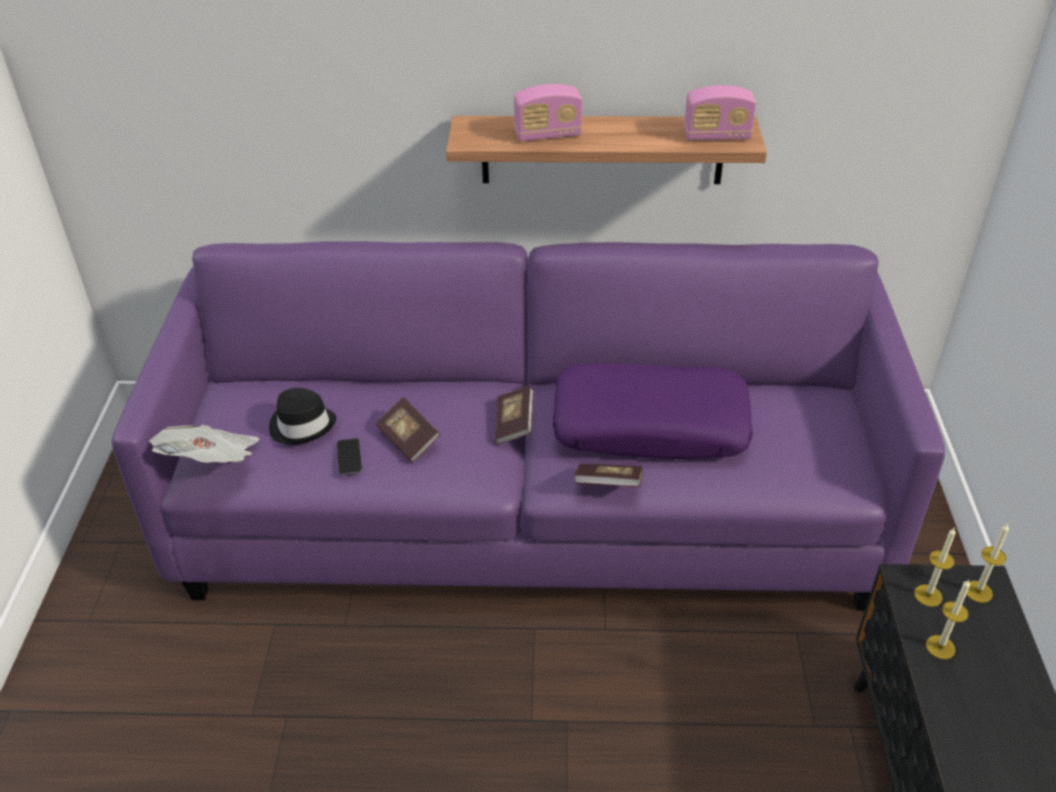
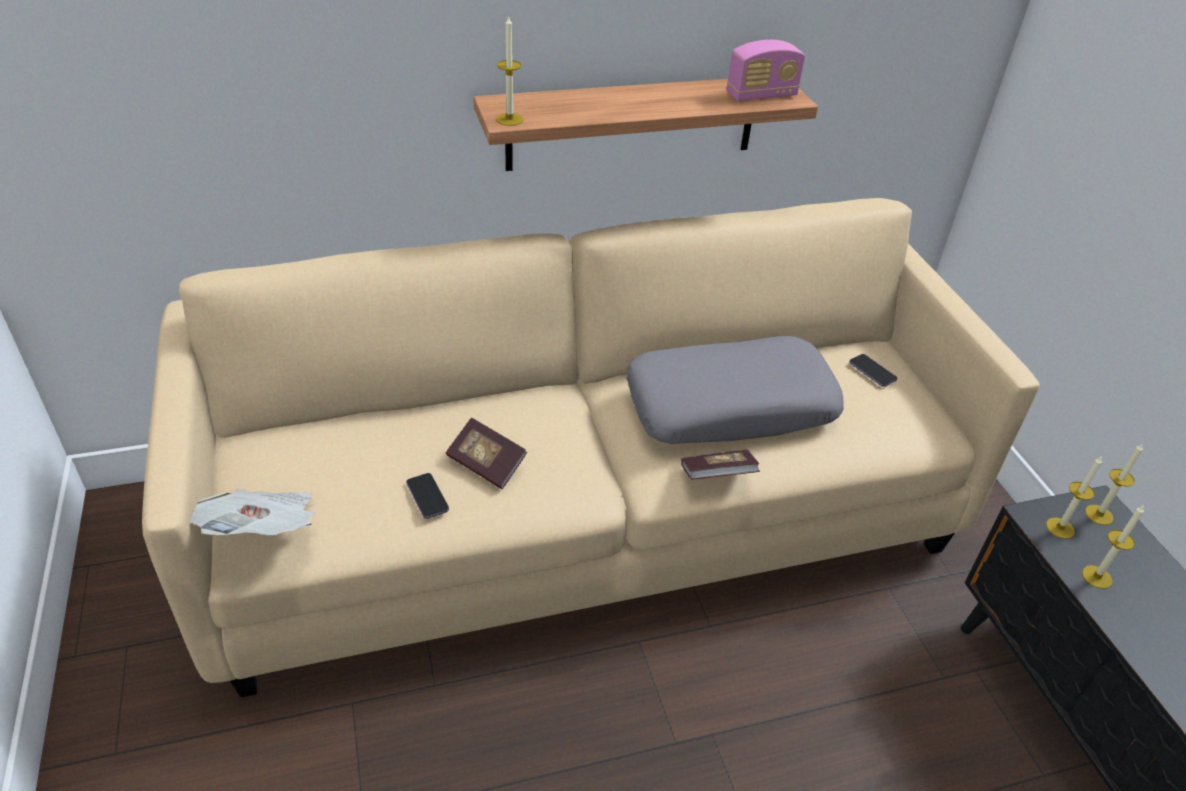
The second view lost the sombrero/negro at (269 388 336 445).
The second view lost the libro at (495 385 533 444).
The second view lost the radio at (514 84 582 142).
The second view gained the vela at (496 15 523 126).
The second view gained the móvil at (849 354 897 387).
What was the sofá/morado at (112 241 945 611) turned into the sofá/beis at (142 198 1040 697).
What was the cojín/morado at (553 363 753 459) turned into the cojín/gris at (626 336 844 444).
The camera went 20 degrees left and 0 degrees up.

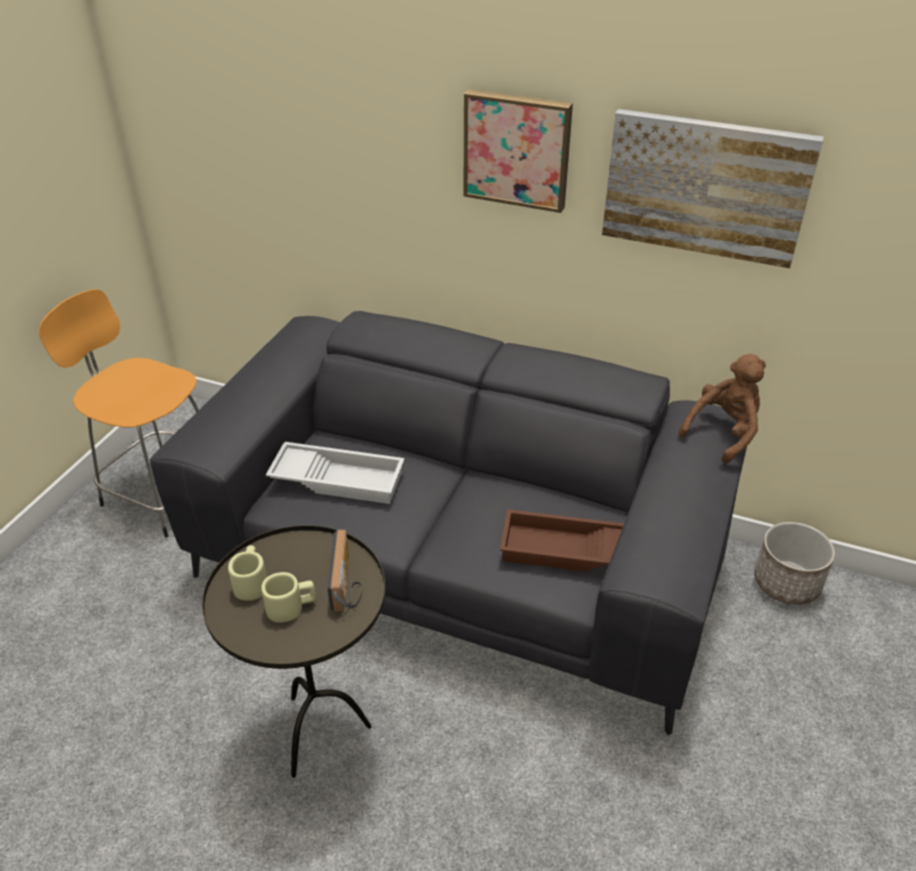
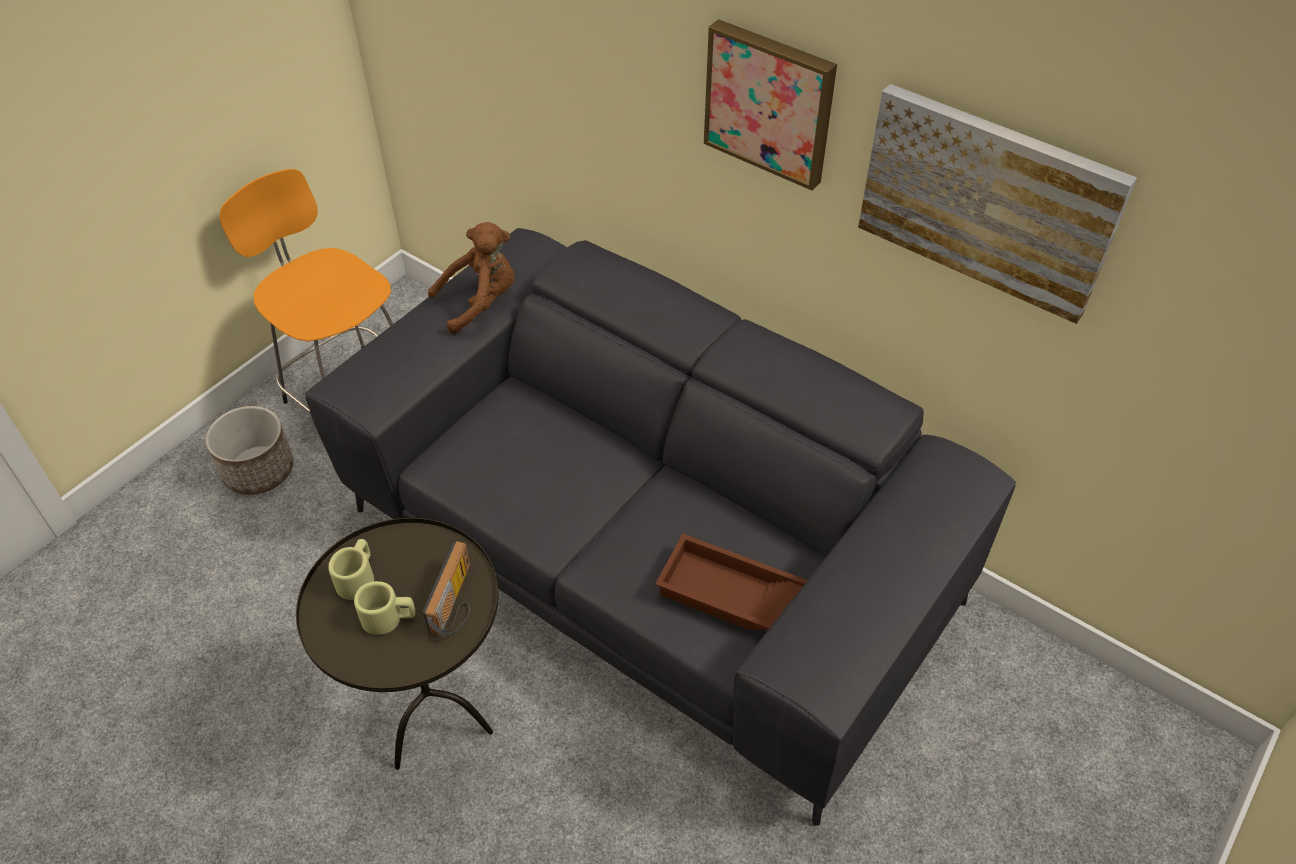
The second view lost the bandeja/blanco at (266 442 405 504).
The peluche/marrón ended up elsewhere, having gone from (679 354 766 463) to (428 222 514 334).
The maceta ended up elsewhere, having gone from (754 522 835 605) to (206 406 293 495).
The camera went 15 degrees right and 10 degrees up.

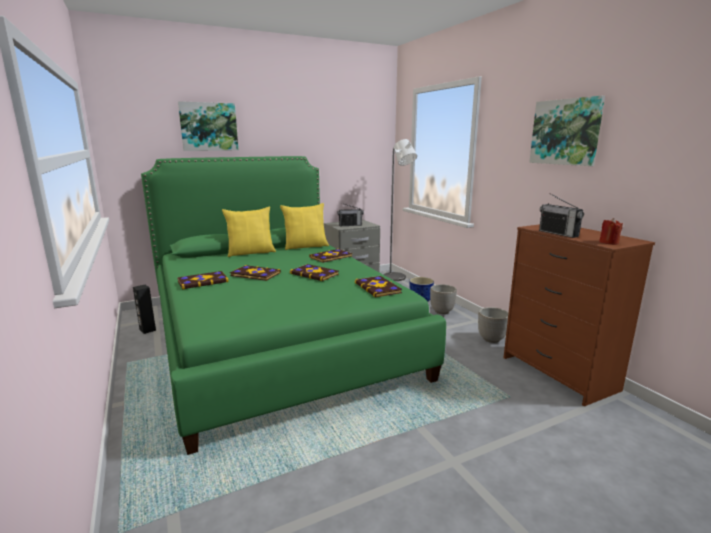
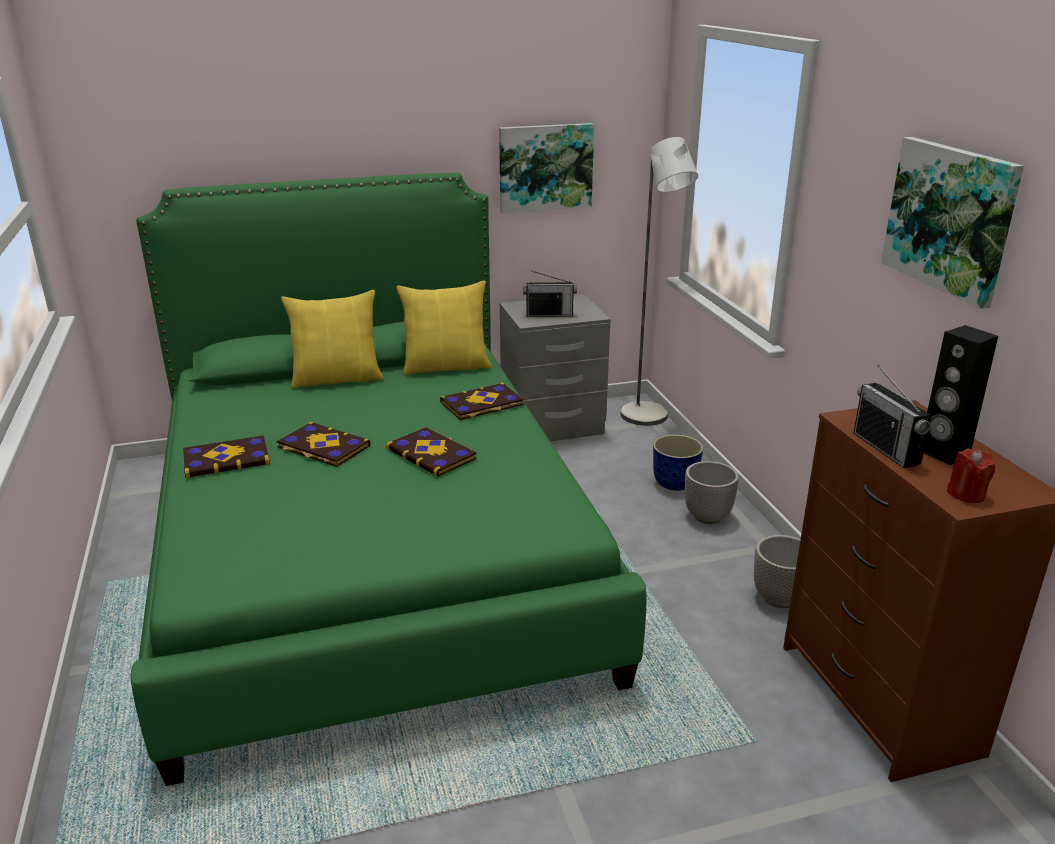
The second view lost the libro at (355 276 402 298).
The altavoz/negro ended up elsewhere, having gone from (133 285 156 334) to (924 325 998 465).
The cuadro ended up elsewhere, having gone from (178 101 238 151) to (499 123 594 213).
The camera went 10 degrees right and 10 degrees up.

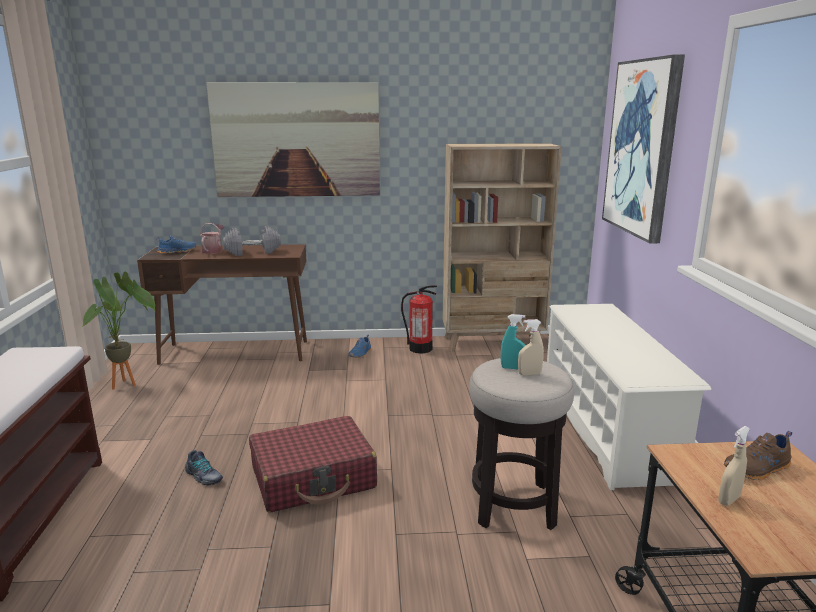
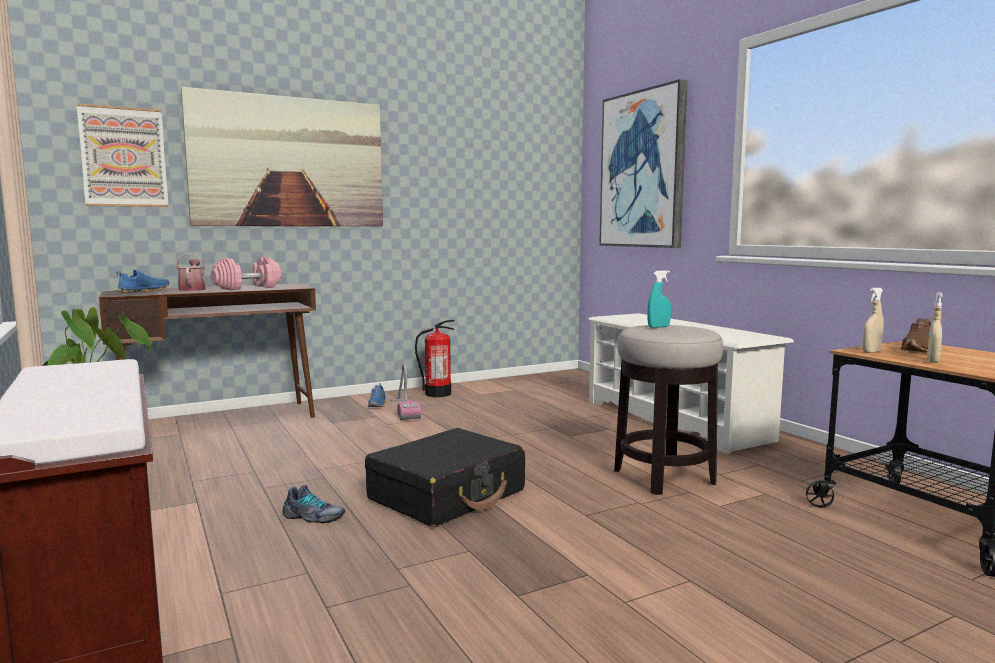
The second view lost the estantería/beis at (443 143 562 352).
The second view gained the cuadro at (76 103 169 207).
The second view gained the aspiradora at (390 363 421 420).
The pulverizador/beis ended up elsewhere, having gone from (518 319 544 375) to (862 287 884 353).
What was the mancuerna/gris at (223 226 281 256) turned into the mancuerna/rosa at (211 257 282 290).
What was the maleta/rojo at (249 416 377 513) turned into the maleta/negro at (365 428 525 527).
The camera went 25 degrees left and 10 degrees down.

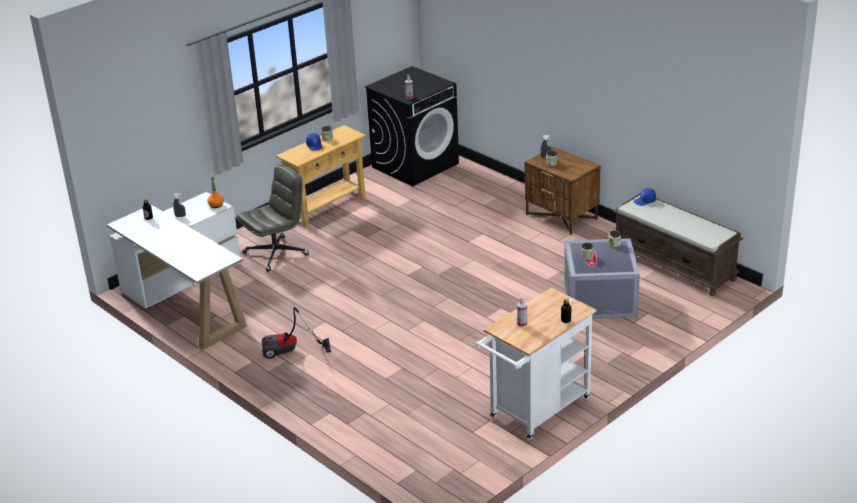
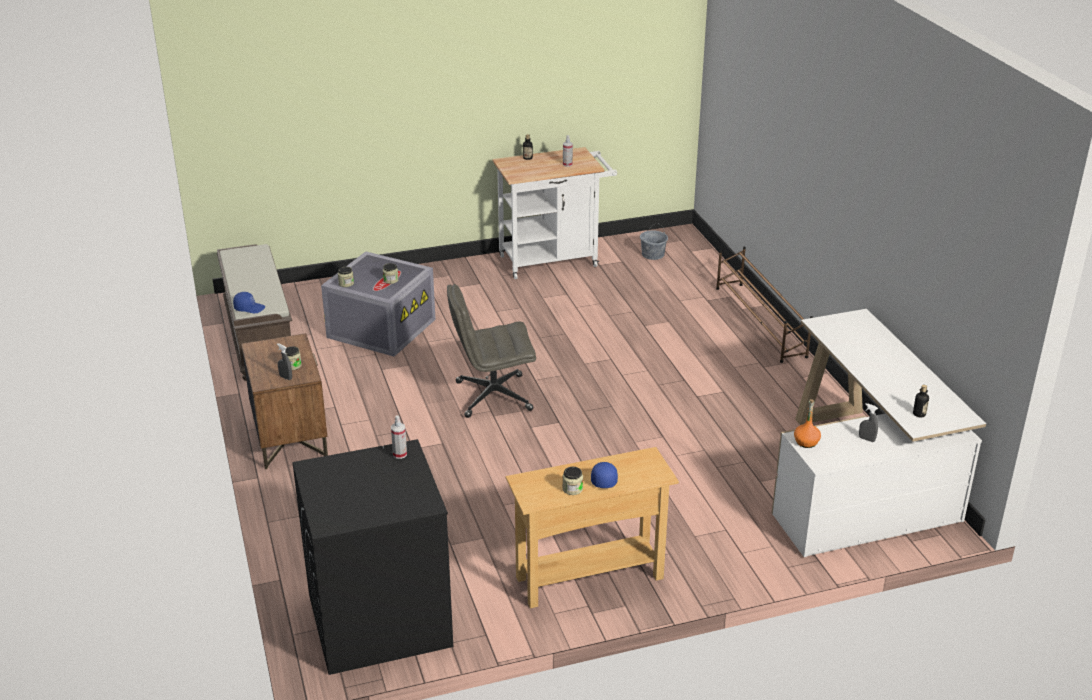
The second view lost the aspiradora at (262 307 331 359).
The second view gained the cubo/gris at (640 223 668 260).
The second view gained the zapatero/marrón at (716 247 813 363).
The silla de oficina/gris ended up elsewhere, having gone from (237 164 309 272) to (447 284 536 418).
The camera went 155 degrees left and 0 degrees up.

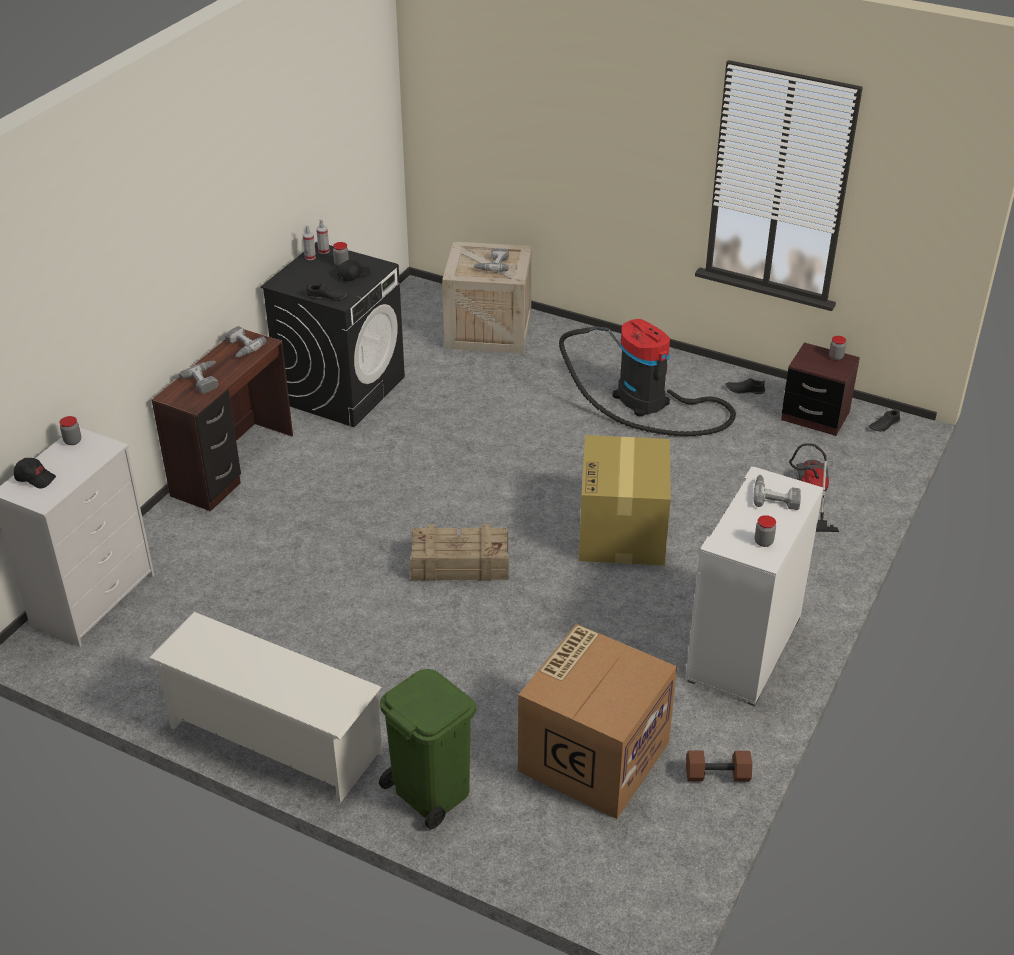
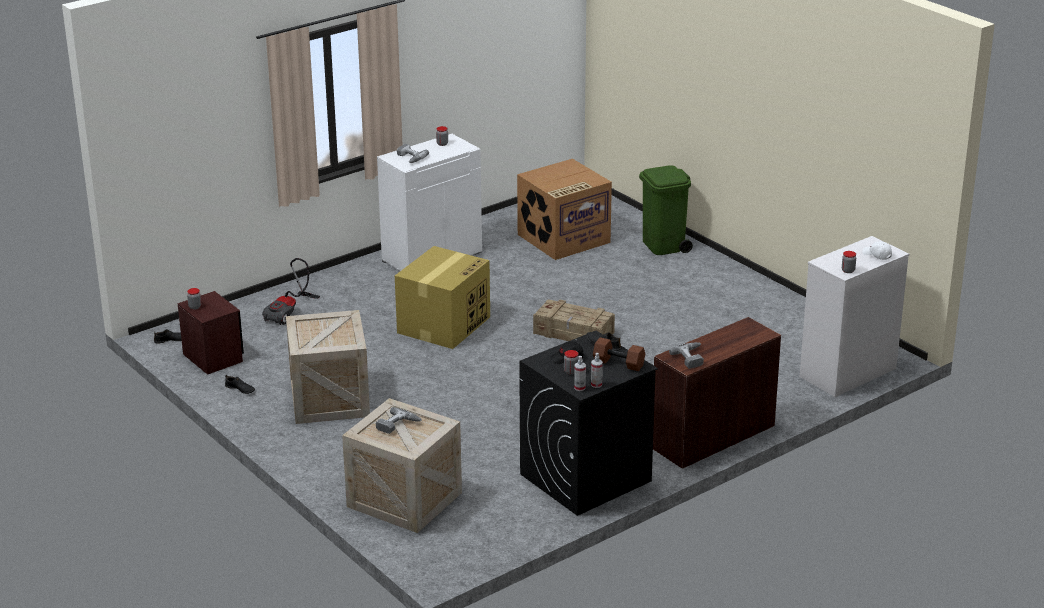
The second view lost the zapatero/blanco at (148 612 382 803).
The second view lost the taladro at (179 361 218 394).
The mancuerna/marrón ended up elsewhere, having gone from (686 750 752 782) to (593 337 645 371).
Where the aspiradora stood at (559 319 736 437), the caja de embalaje came to stand at (286 310 370 424).
What was the gorra/negro at (14 458 56 489) turned into the gorra/blanco at (862 241 892 260).
The camera went 155 degrees left and 10 degrees down.

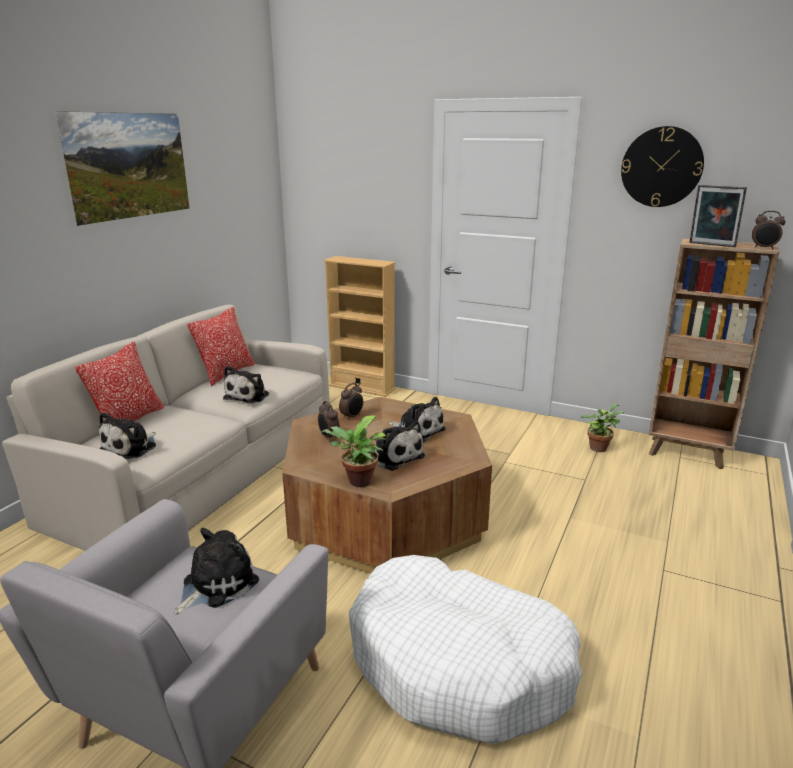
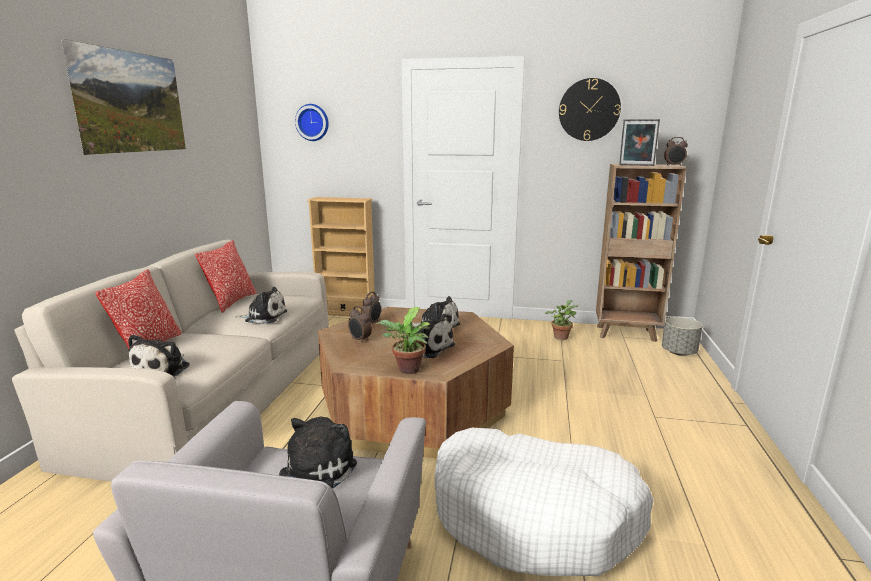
The second view gained the reloj de pared at (295 104 329 141).
The second view gained the maceta/gris at (662 317 702 356).
The peluche at (223 366 269 404) ended up facing another way, 90 degrees counterclockwise from before.
The camera went 15 degrees left and 5 degrees down.

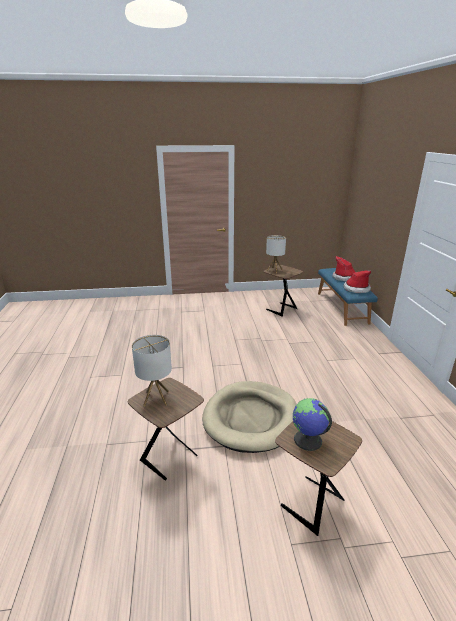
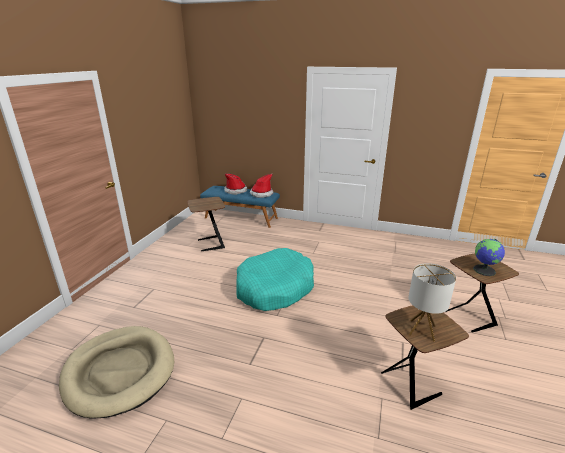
The second view lost the lámpara de mesa at (266 235 286 273).
The second view gained the cama para perro/turquesa at (237 248 314 311).
The cama para perro/beis ended up elsewhere, having gone from (202 381 297 453) to (59 326 174 419).
The camera went 65 degrees left and 0 degrees up.

